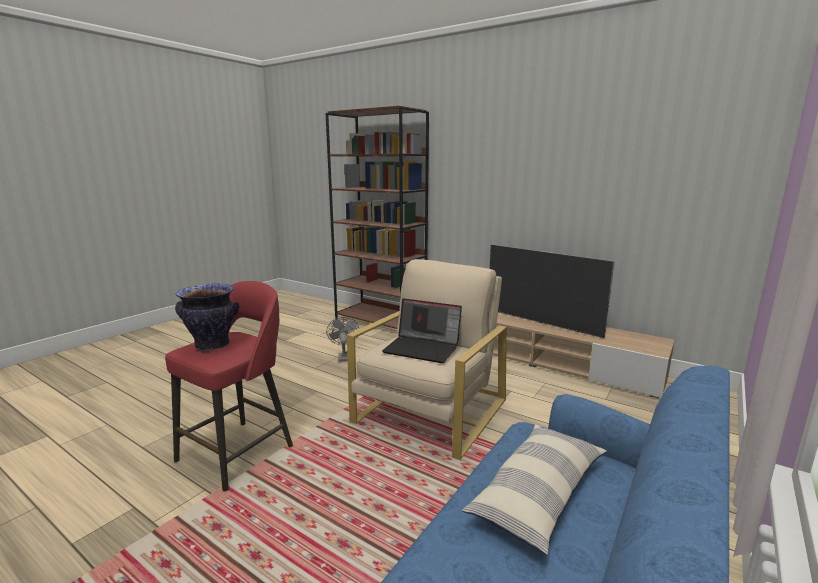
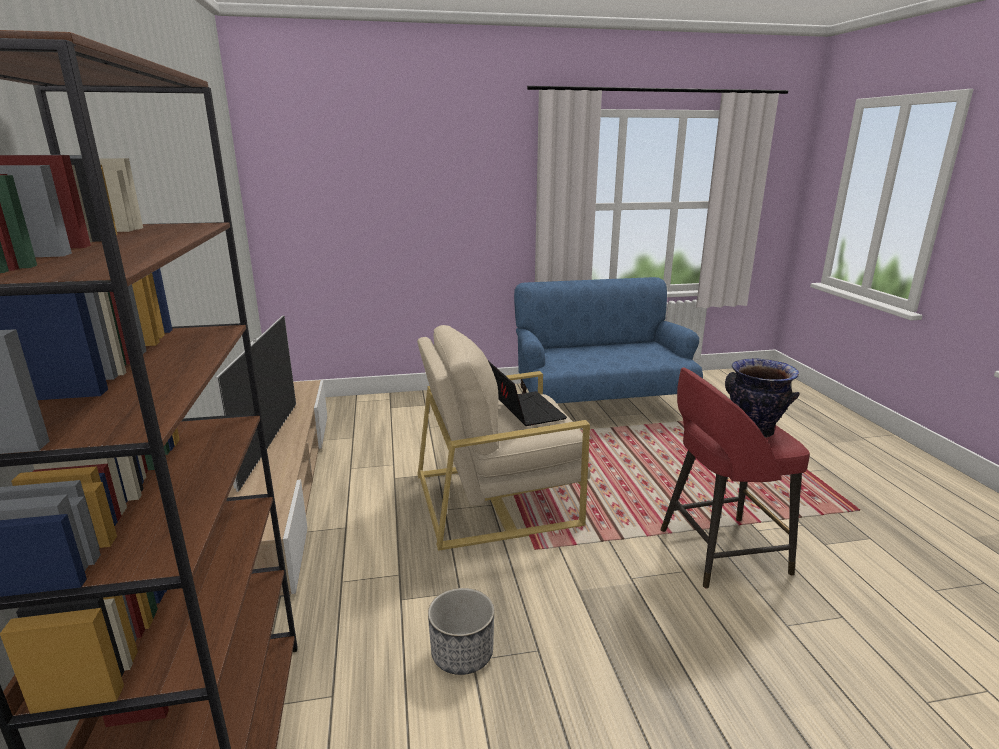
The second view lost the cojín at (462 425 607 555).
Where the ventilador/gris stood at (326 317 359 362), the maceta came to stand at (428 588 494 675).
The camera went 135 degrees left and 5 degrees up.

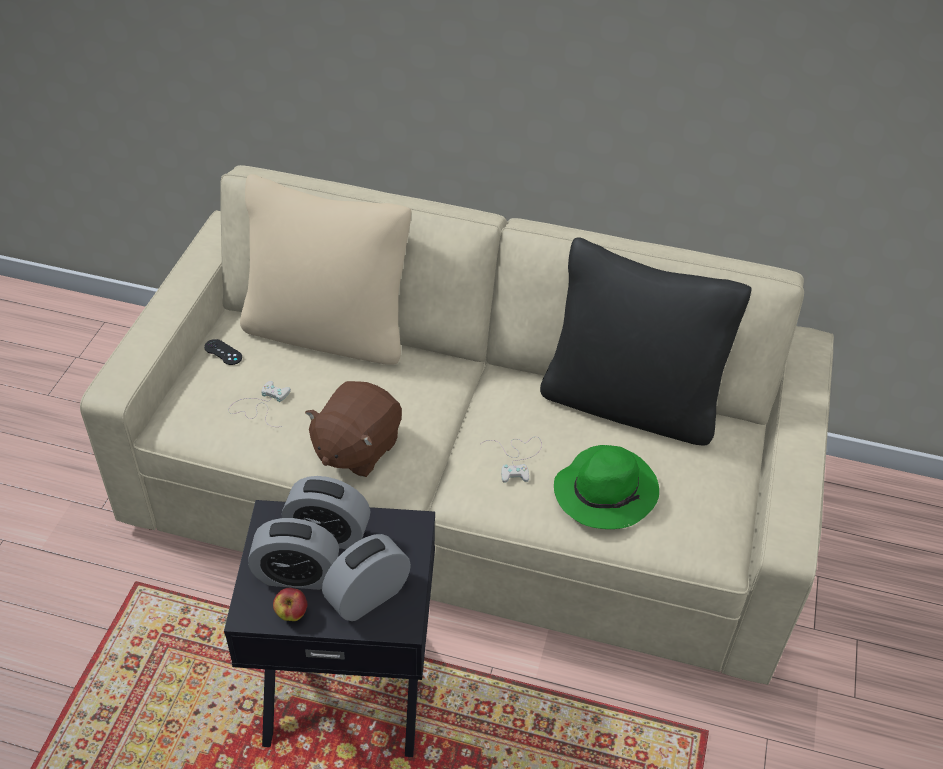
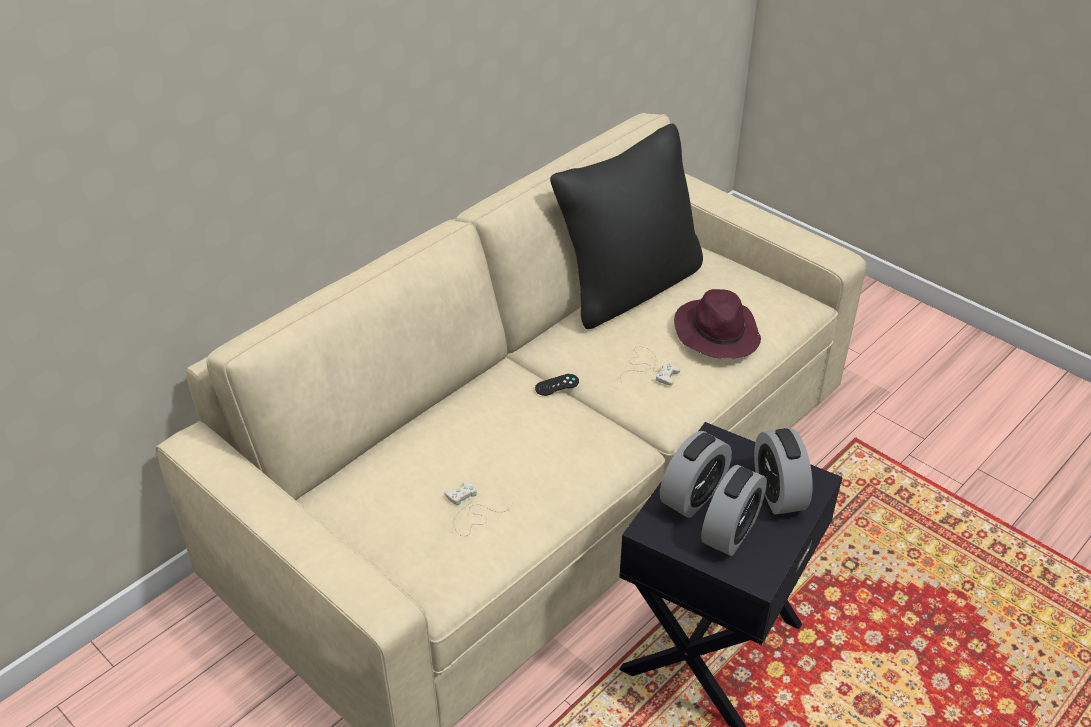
The second view lost the cojín/beis at (240 174 411 365).
The second view lost the manzana at (273 588 308 621).
The second view lost the peluche/marrón at (305 381 402 477).
The mando de consola/negro ended up elsewhere, having gone from (204 339 242 365) to (535 374 579 396).
What was the sombrero/verde at (554 445 659 529) turned into the sombrero/morado at (674 289 761 359).
The camera went 60 degrees left and 5 degrees down.

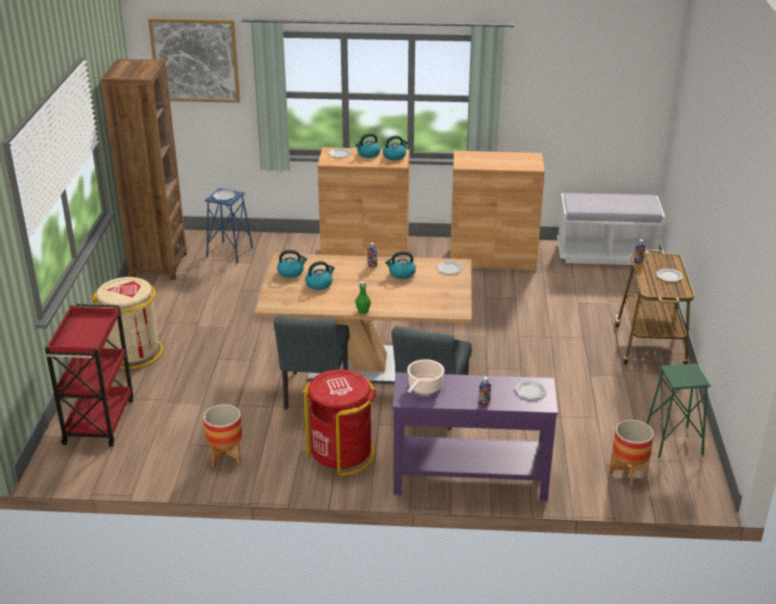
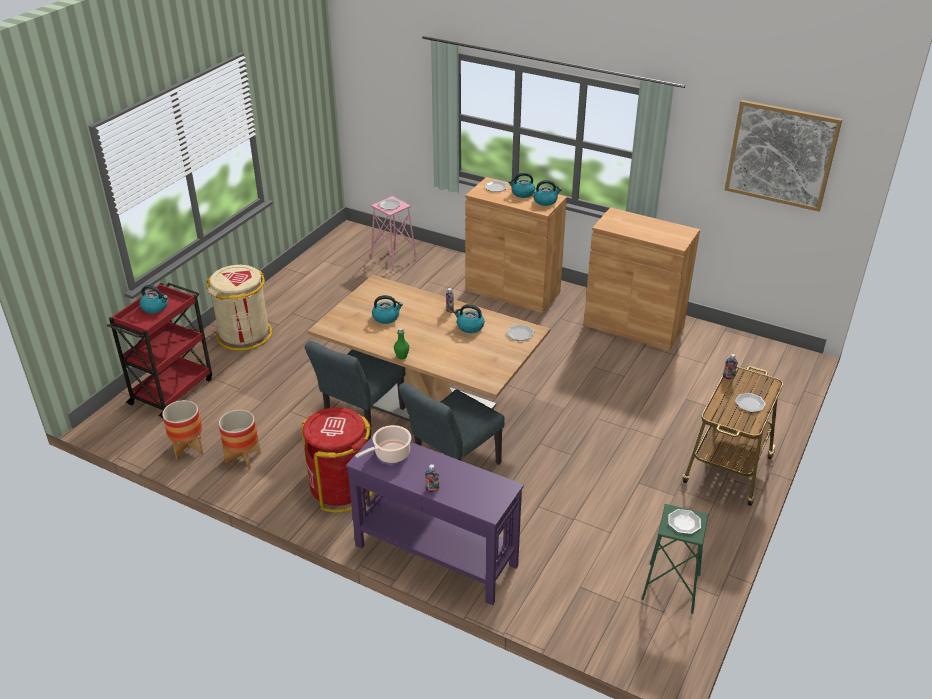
The second view lost the estantería/marrón at (101 59 187 280).
The second view lost the banco/blanco at (557 193 665 265).
The cuadro ended up elsewhere, having gone from (148 18 240 103) to (725 100 842 212).
The hervidor ended up elsewhere, having gone from (277 250 307 278) to (140 285 168 313).
The plato ended up elsewhere, having gone from (515 380 547 400) to (668 509 701 534).
The maceta ended up elsewhere, having gone from (609 420 654 486) to (162 400 203 460).
What was the taburete/azul at (205 188 253 263) turned into the taburete/rosa at (371 196 417 271).
The camera went 25 degrees right and 5 degrees up.

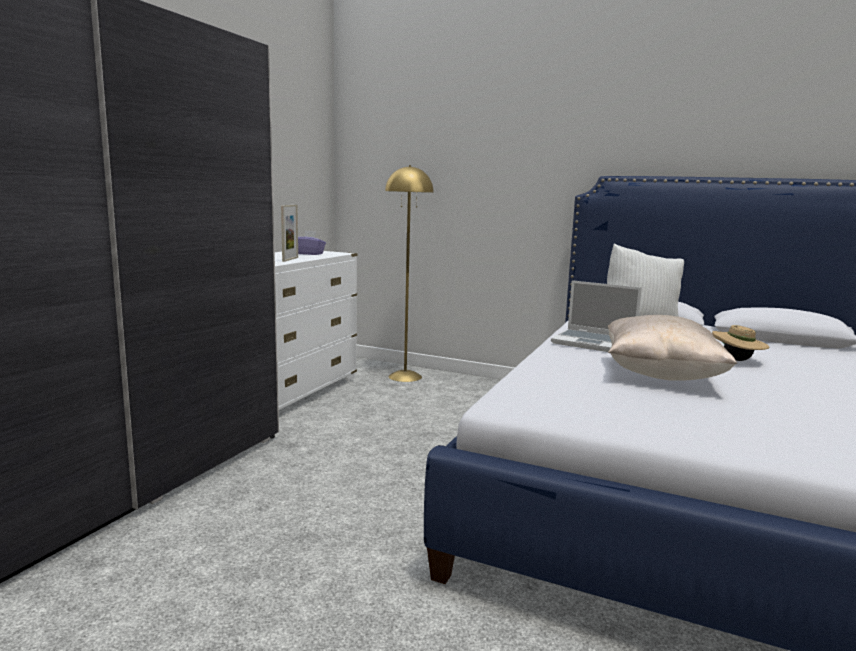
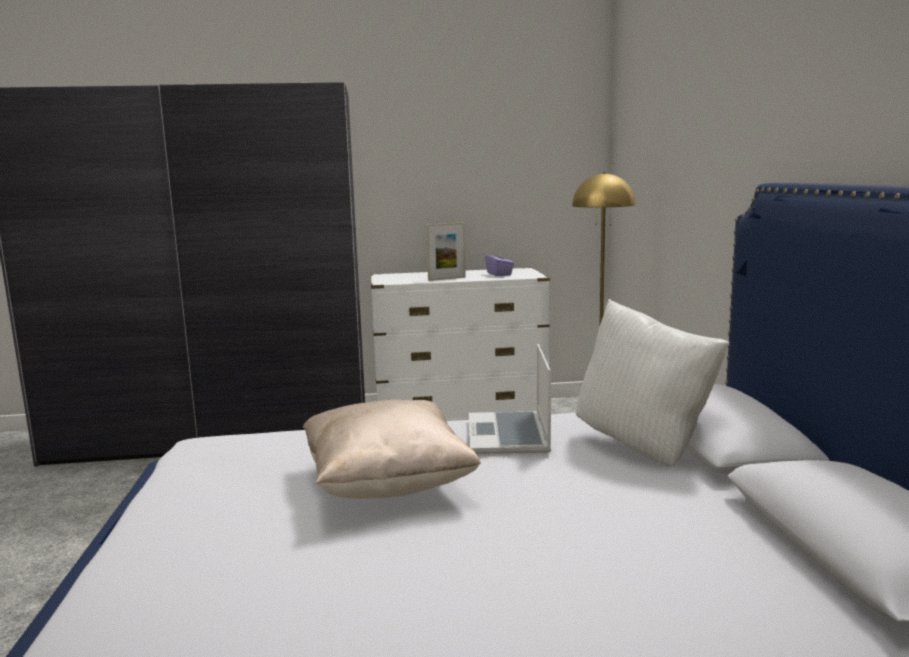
The second view lost the sombrero/beis at (712 325 769 361).
The camera went 60 degrees right and 0 degrees up.

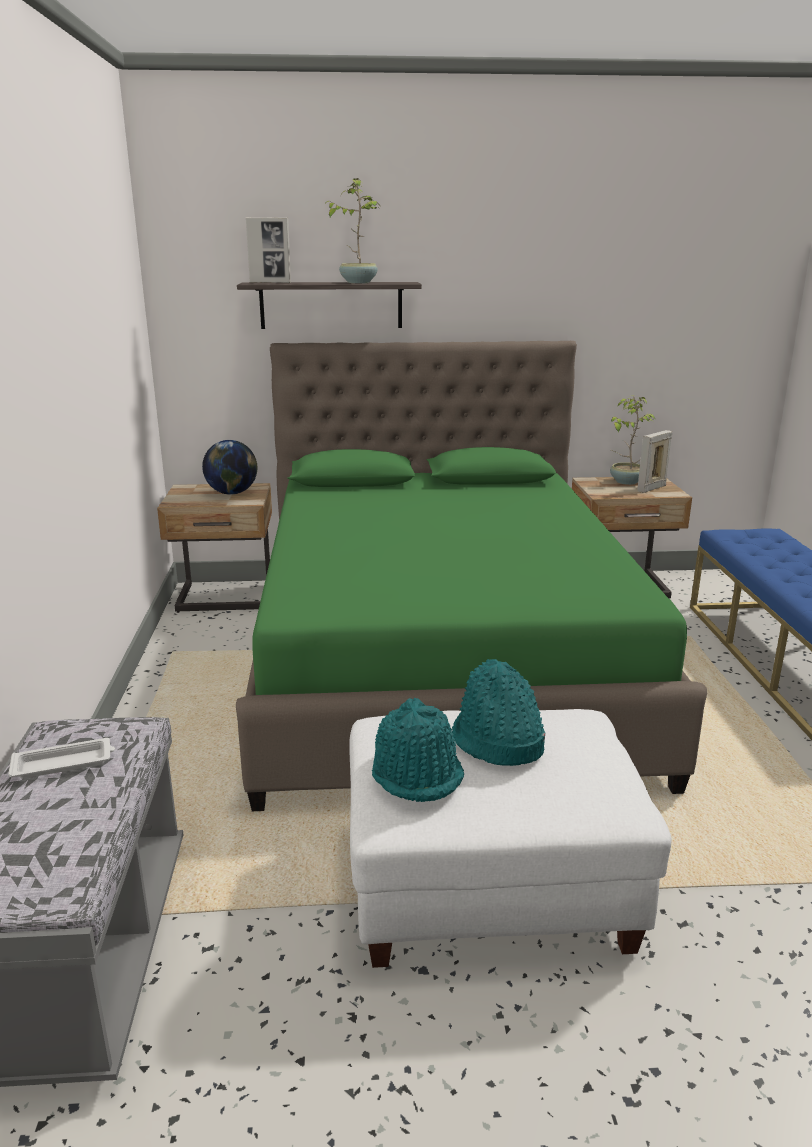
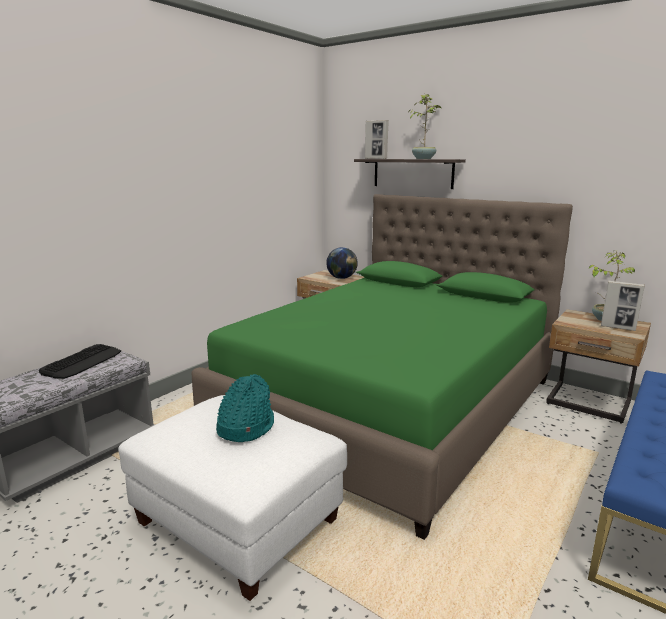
The second view lost the sombrero/turquesa at (372 698 464 802).
Where the bandeja/blanco stood at (8 738 115 778), the teclado came to stand at (39 344 121 379).
The portarretratos at (637 430 672 493) ended up facing another way, 150 degrees counterclockwise from before.
The camera went 40 degrees right and 5 degrees down.

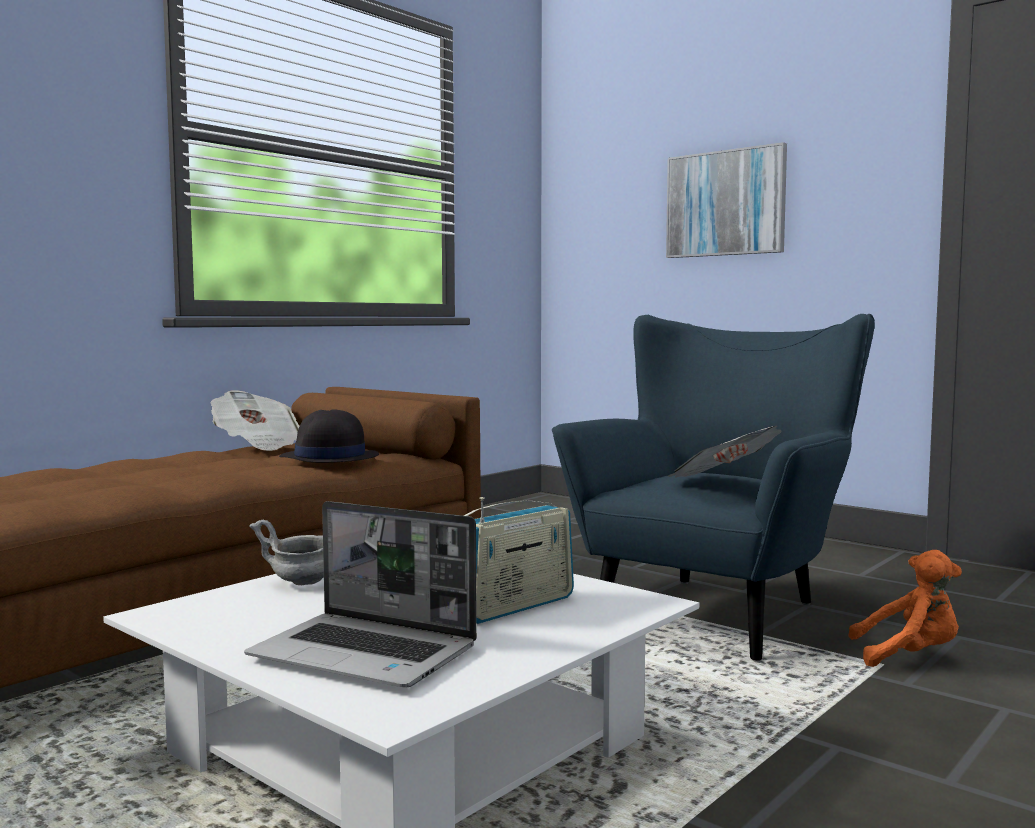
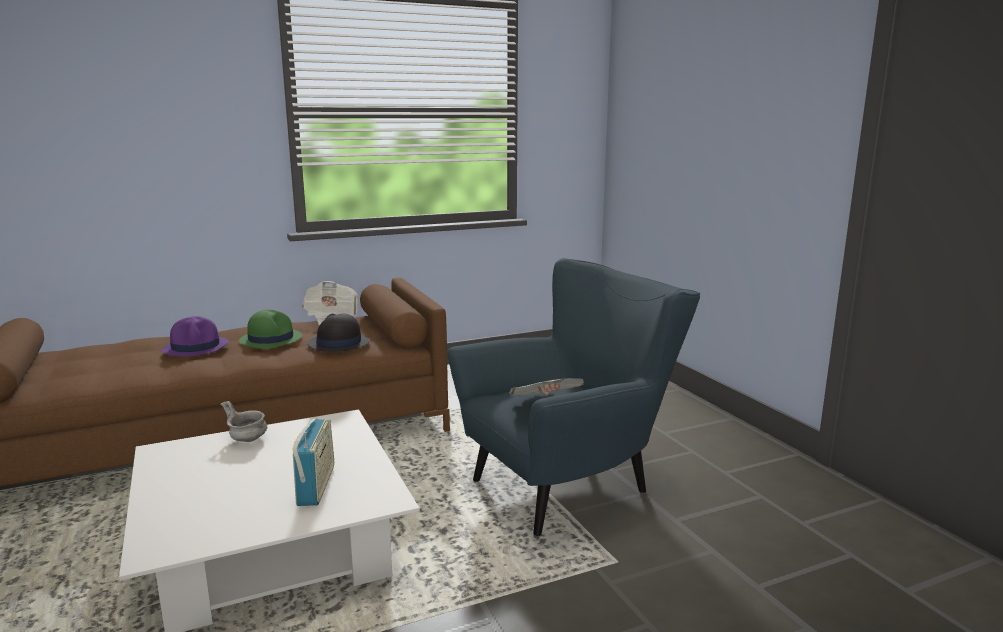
The second view lost the portátil at (244 501 477 687).
The second view lost the cuadro at (666 142 787 258).
The second view lost the peluche/naranja at (848 550 962 667).
The second view gained the sombrero/morado at (161 316 229 356).
The second view gained the sombrero/verde at (239 309 302 349).
The radio at (464 497 574 624) ended up facing another way, 75 degrees counterclockwise from before.
The camera went 25 degrees right and 10 degrees up.

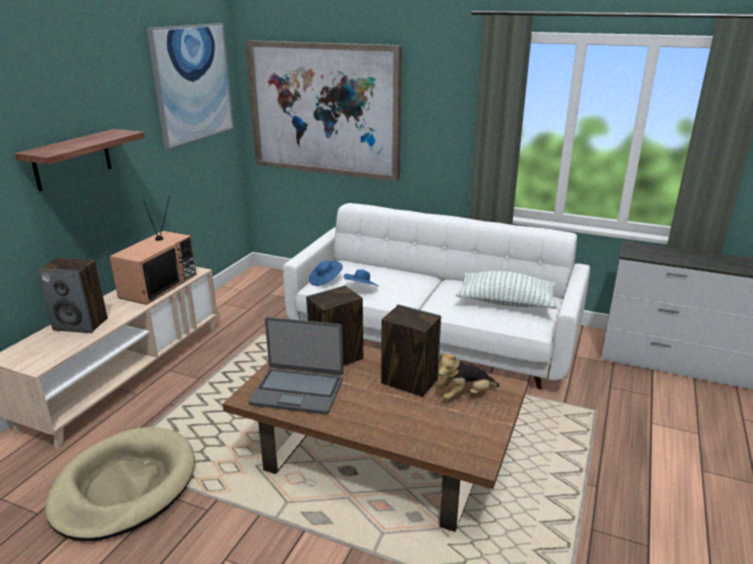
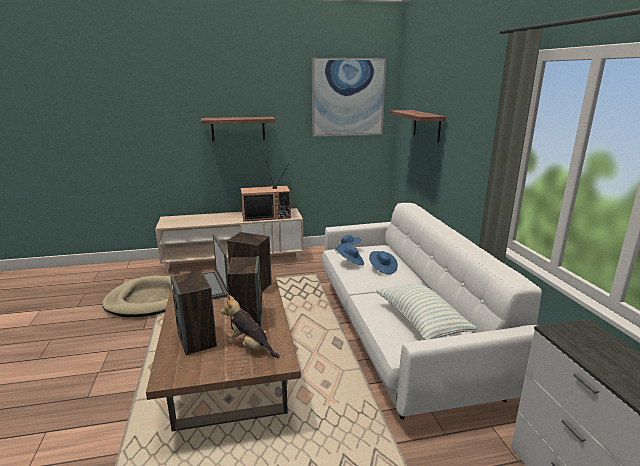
The second view gained the sombrero/azul at (369 251 398 275).
The altavoz ended up elsewhere, having gone from (37 258 108 333) to (170 271 217 355).
Where the cuadro hung at (245 40 402 181), the estante came to hang at (390 110 446 143).
The camera went 55 degrees right and 5 degrees down.

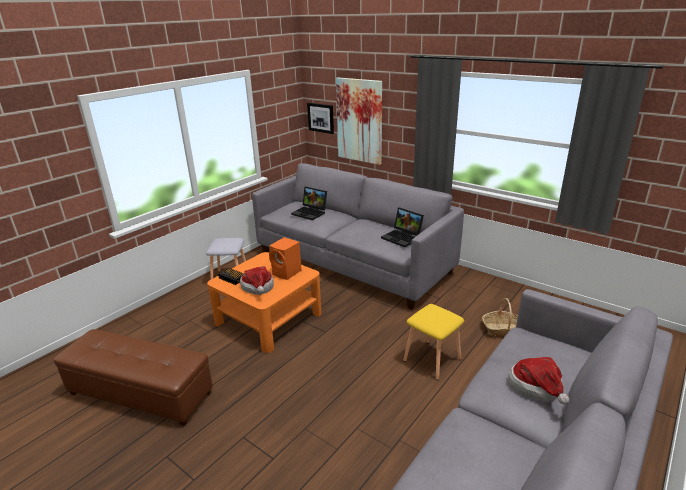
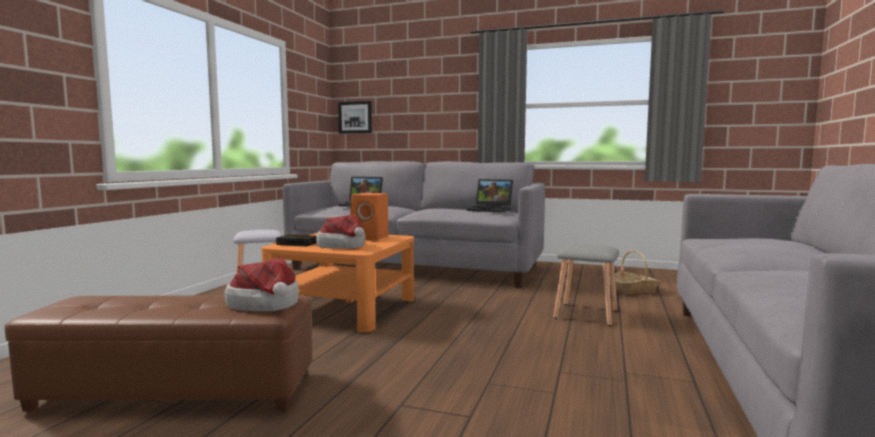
The second view lost the cuadro at (336 78 382 165).
The sombrero ended up elsewhere, having gone from (508 357 569 405) to (225 257 299 311).
What was the taburete/amarillo at (403 304 464 380) turned into the taburete/gris at (554 244 619 326).
The camera went 20 degrees left and 20 degrees down.

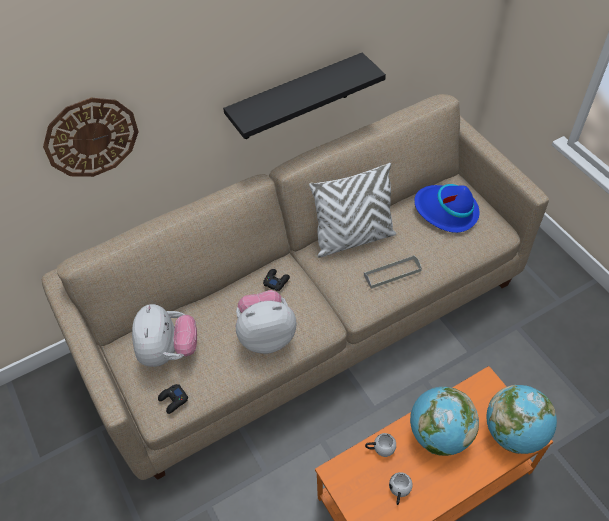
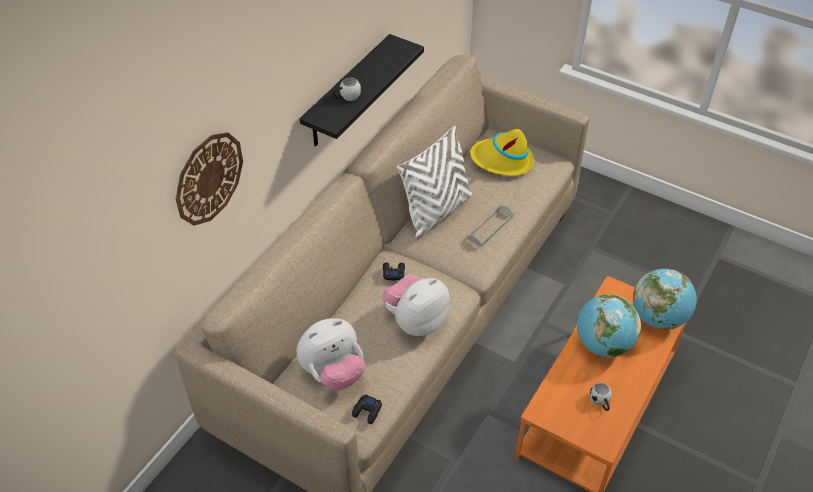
The taza grande/blanco ended up elsewhere, having gone from (365 433 396 457) to (333 78 361 101).
What was the sombrero/azul at (414 184 479 233) turned into the sombrero/amarillo at (470 129 534 176).
The peluche at (132 304 197 367) ended up facing another way, 90 degrees clockwise from before.
The camera went 30 degrees left and 5 degrees down.

